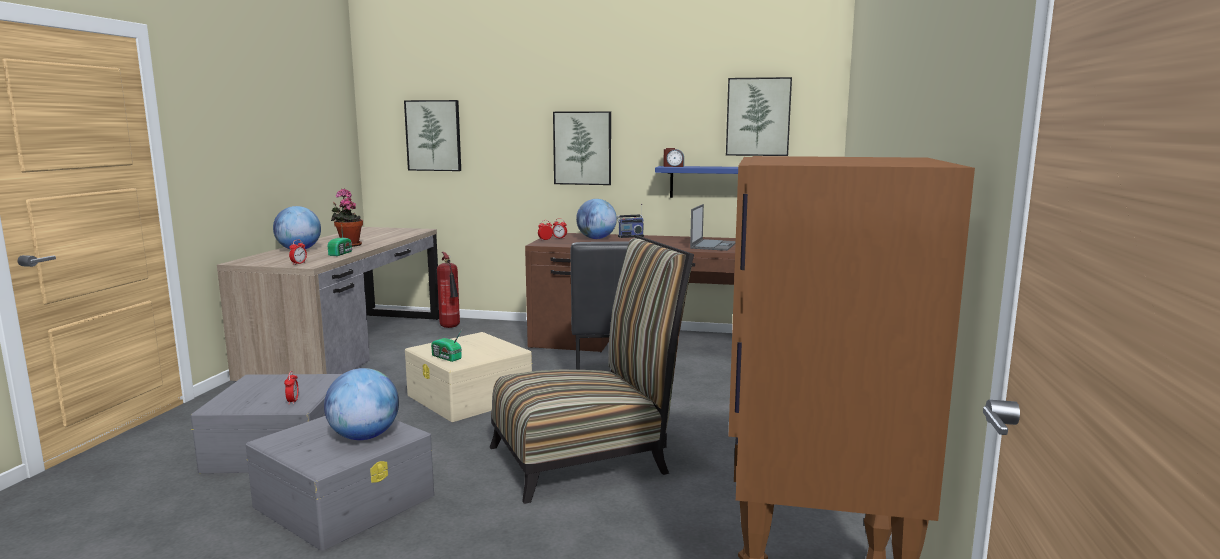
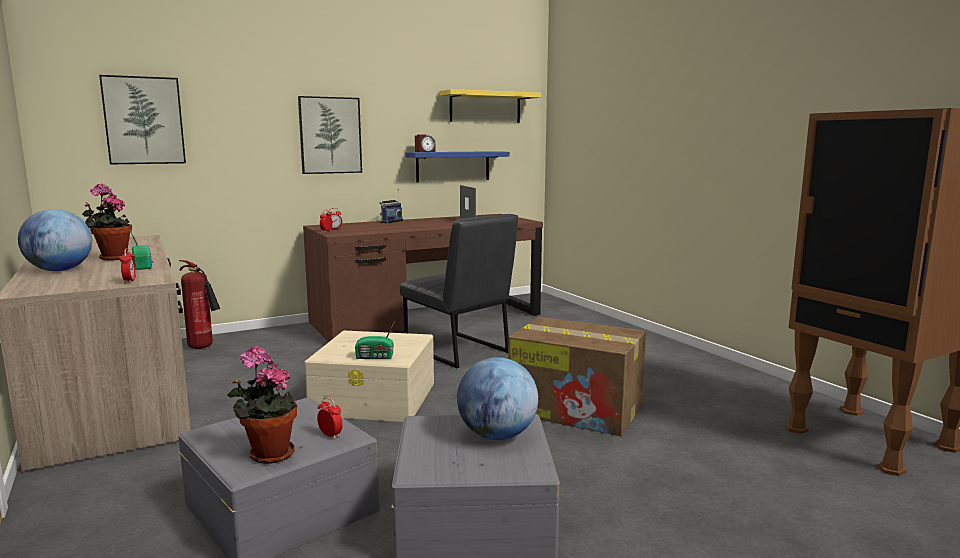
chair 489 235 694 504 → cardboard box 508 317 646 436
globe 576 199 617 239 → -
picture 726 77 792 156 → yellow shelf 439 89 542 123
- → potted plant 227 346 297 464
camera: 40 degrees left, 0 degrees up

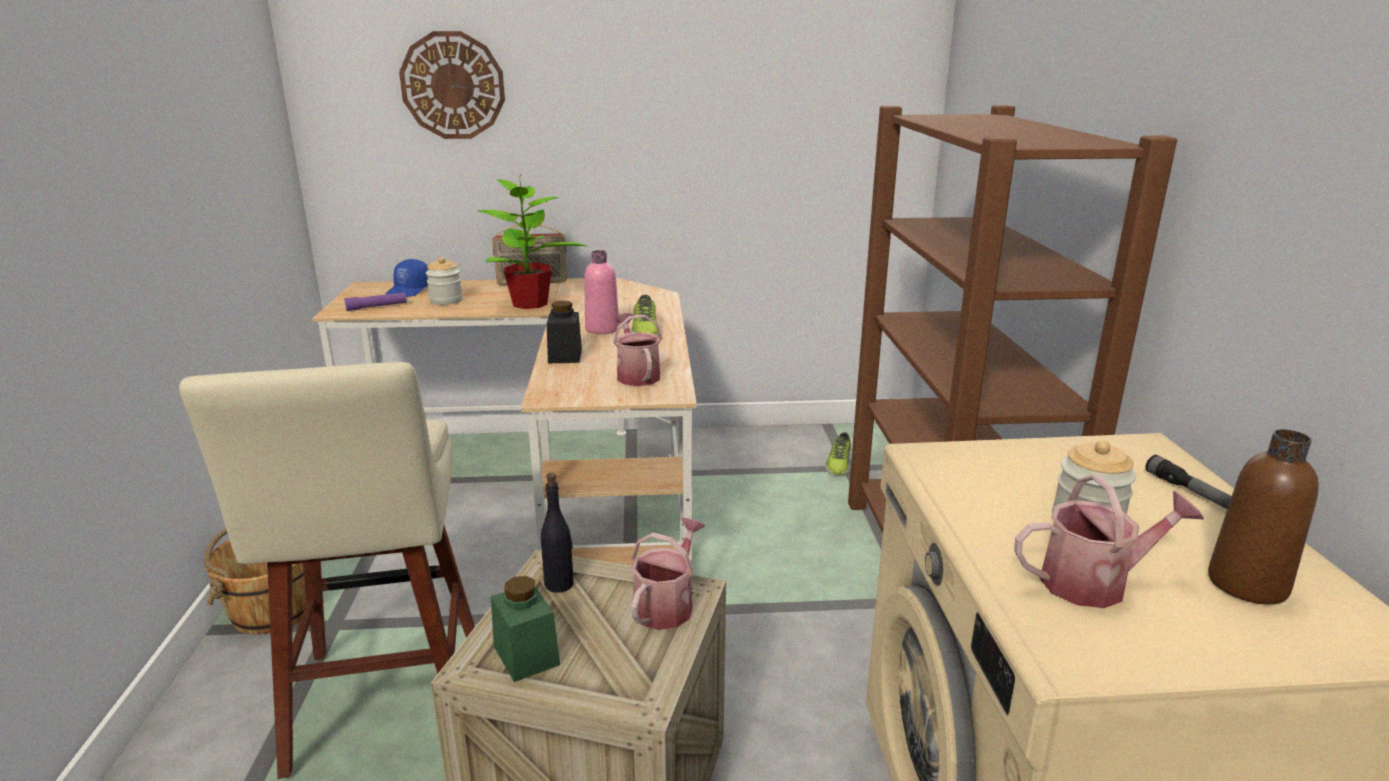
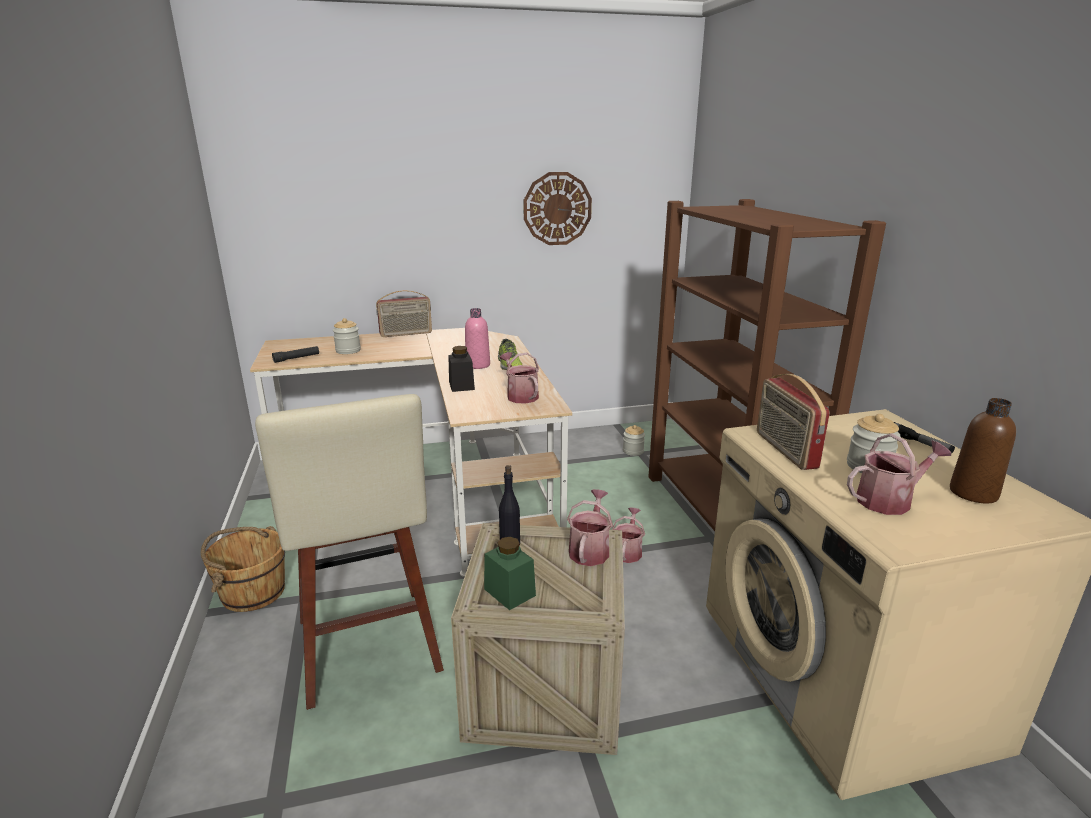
purple flashlight 344 292 407 311 → black flashlight 272 346 319 363
blue cap 385 259 428 297 → -
wall clock 399 31 505 139 → wall clock 523 172 592 245, relocated
potted plant 478 179 587 309 → -
shoe 825 432 851 475 → jar 623 425 645 456
- → watering can 612 507 645 563
- → radio 757 374 830 470
camera: 10 degrees left, 0 degrees up

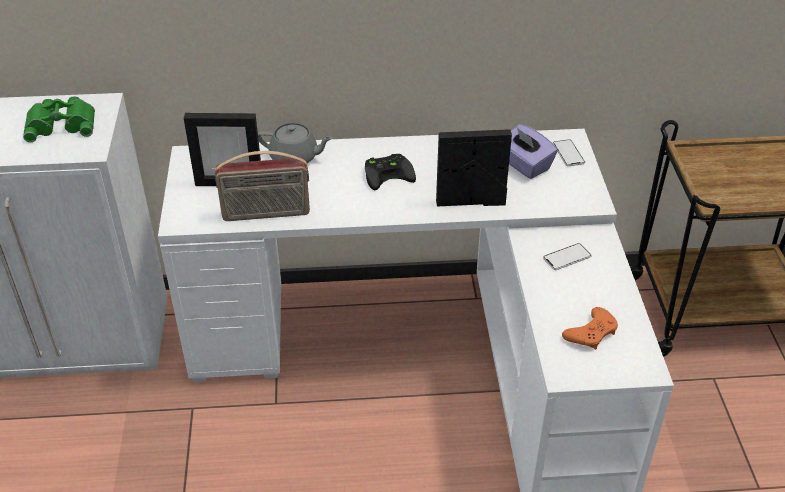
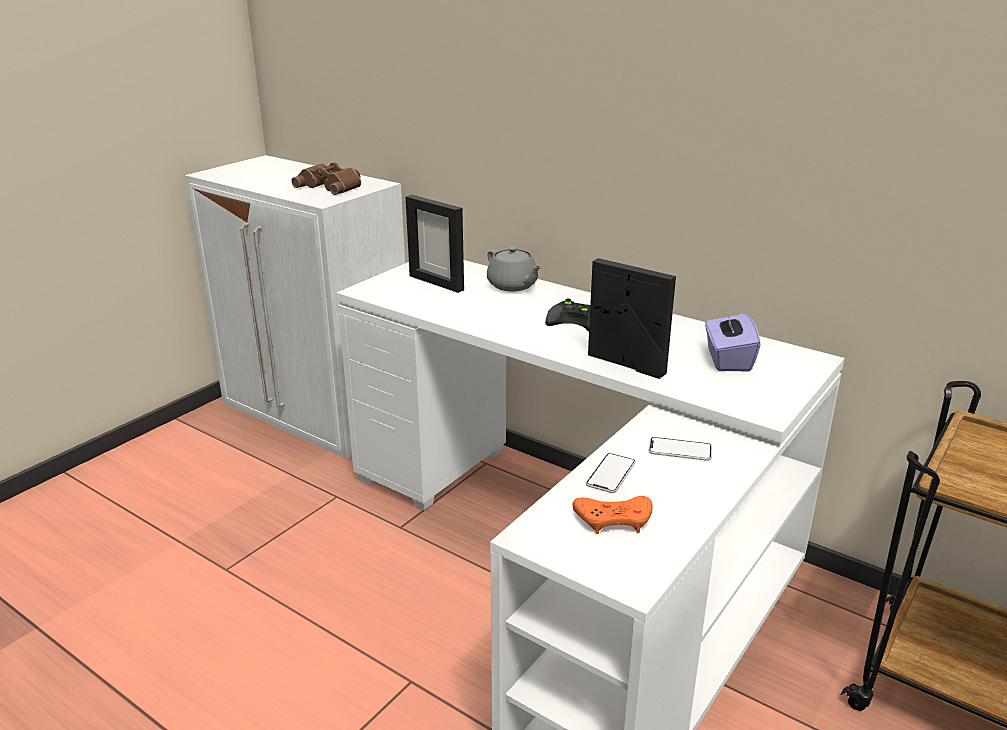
green binoculars 23 96 95 142 → brown binoculars 291 162 361 195
radio 215 151 310 221 → -
phone 553 139 585 166 → phone 586 453 636 493, relocated
camera: 40 degrees right, 15 degrees down

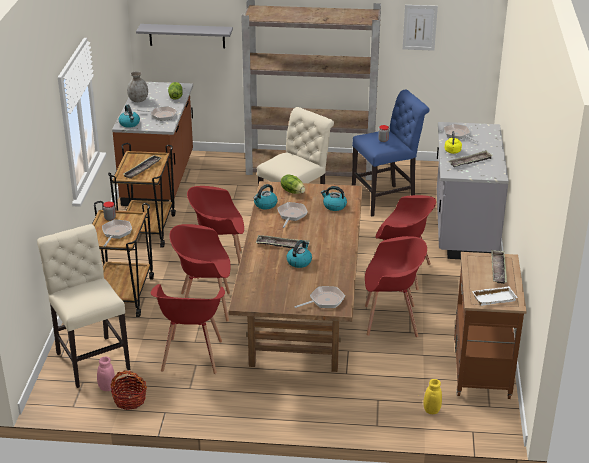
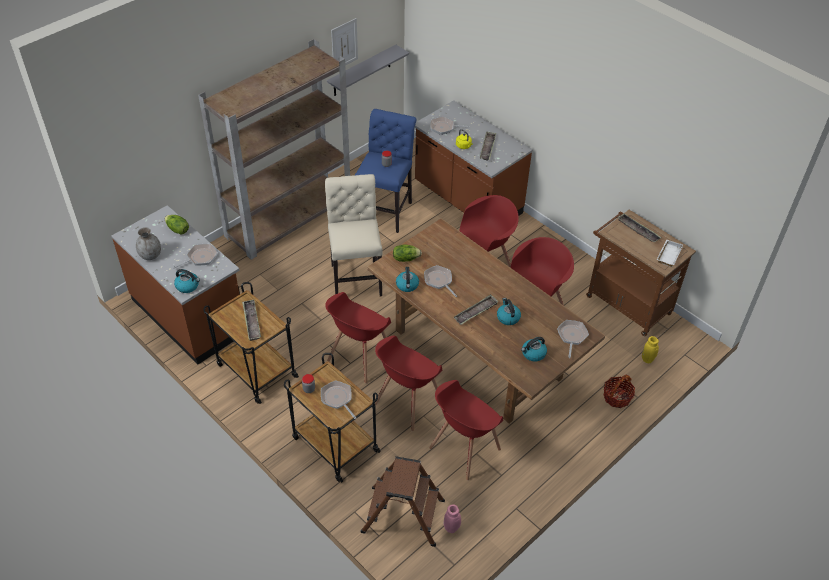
beige stool 37 224 131 388 → brown step ladder 360 456 445 547
basket 111 370 147 410 → basket 604 375 635 408, relocated
grey shelf 136 24 233 48 → grey shelf 327 45 409 96, relocated
red chair 151 284 225 374 → red chair 429 380 503 480, 90 degrees clockwise
kettle 321 186 347 211 → kettle 521 337 547 362, relocated
grey counter 437 122 509 259 → brown counter 415 100 533 216
camera: 50 degrees left, 15 degrees up

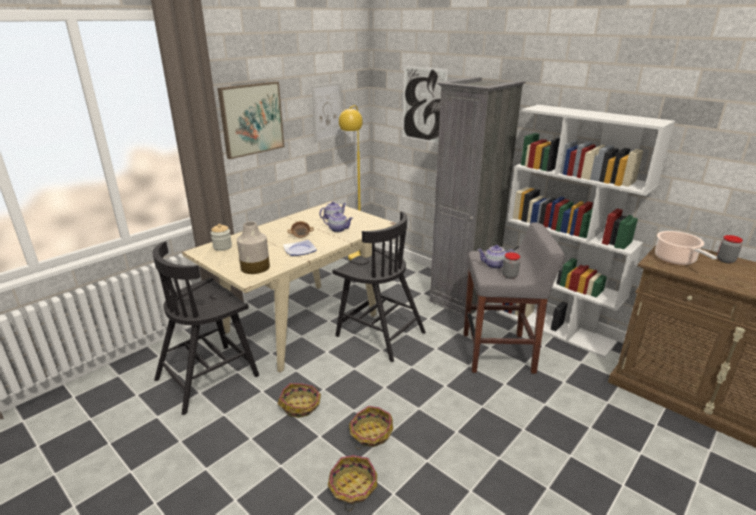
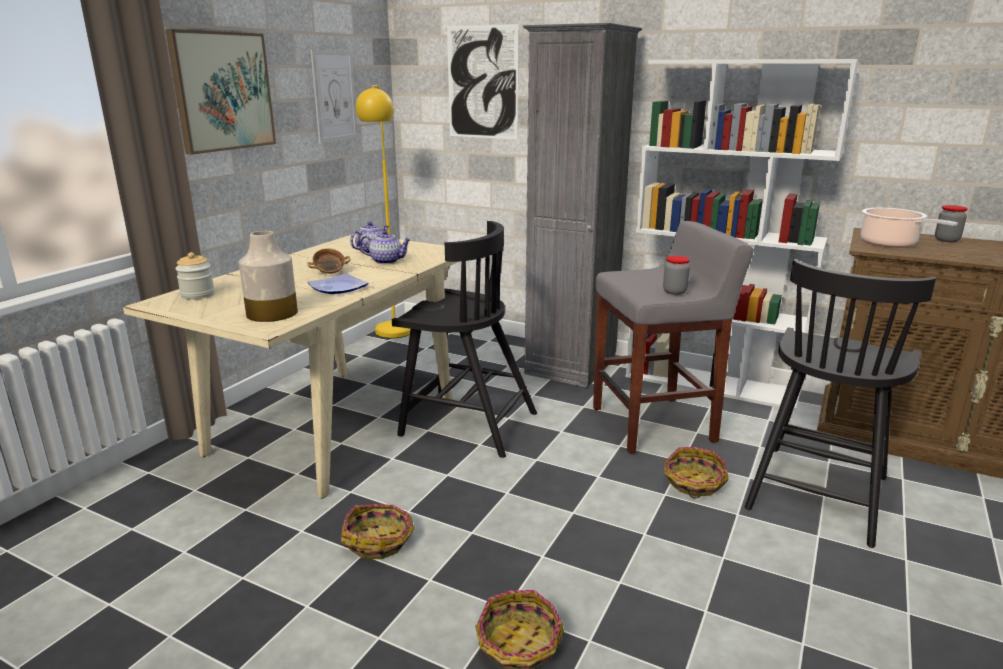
black chair 153 241 259 415 → black chair 745 259 936 548, relocated
basket 349 406 393 449 → basket 664 447 729 499, relocated
teapot 477 245 515 269 → -
camera: 15 degrees left, 5 degrees down

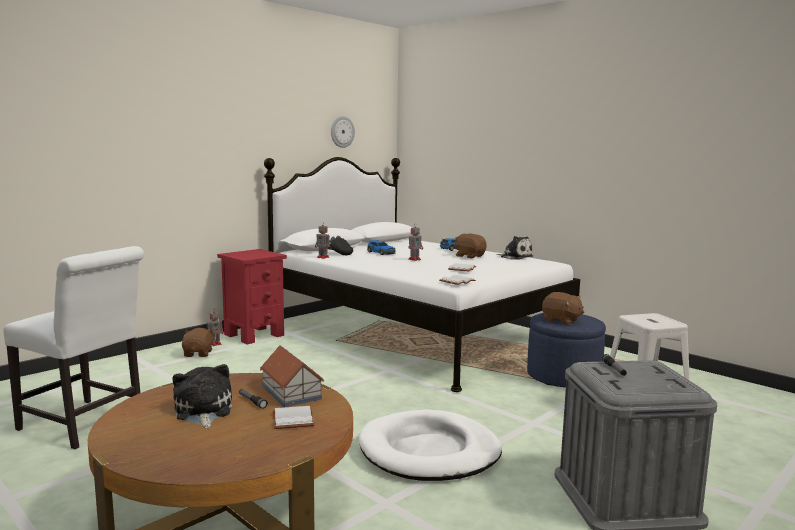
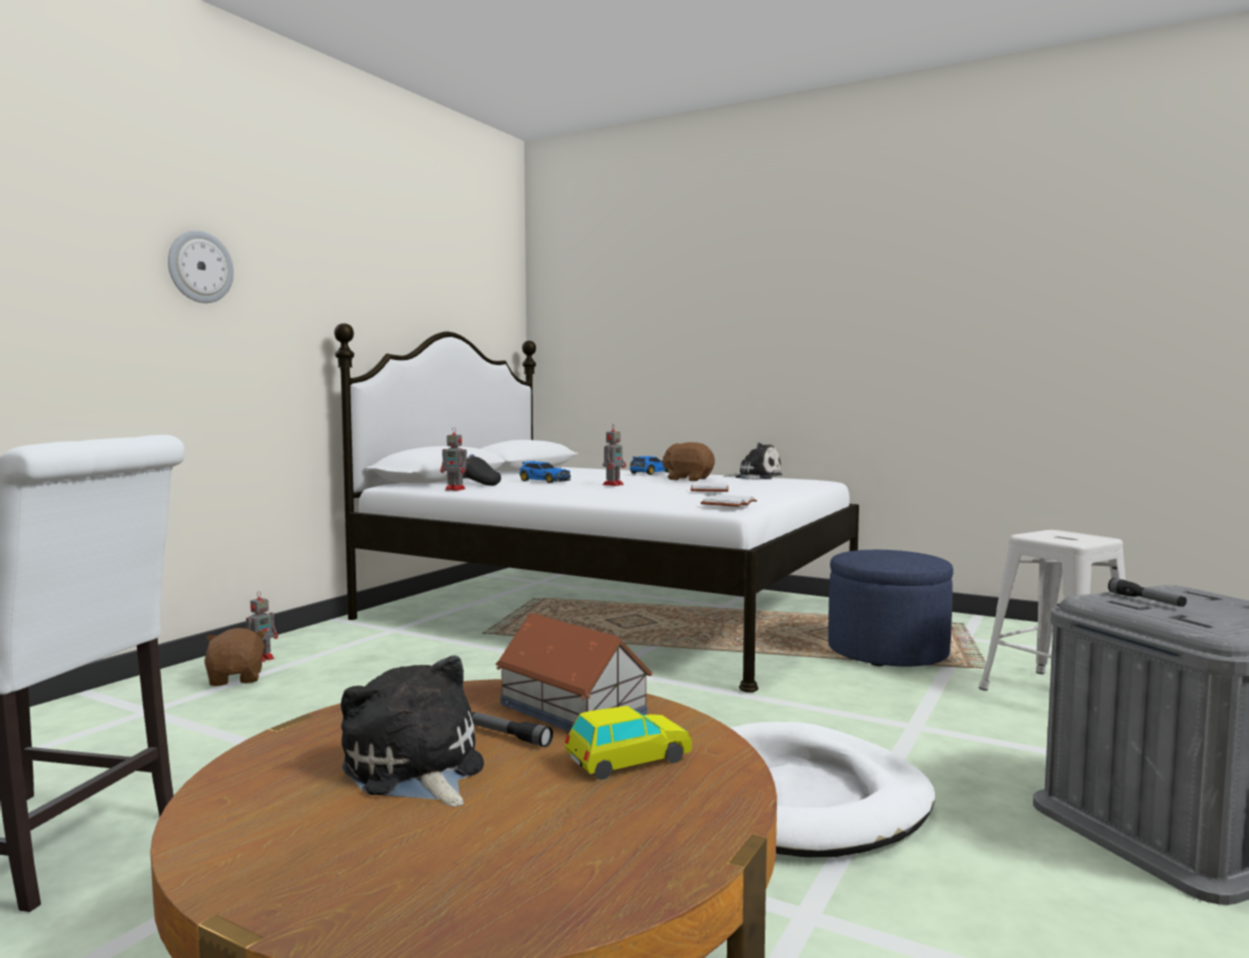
red nightstand 217 249 287 345 → -
white book 273 406 314 429 → toy car 565 706 692 780
wall clock 331 116 355 148 → wall clock 168 230 234 303, relocated
brown plush toy 542 292 584 325 → -
camera: 15 degrees left, 5 degrees down

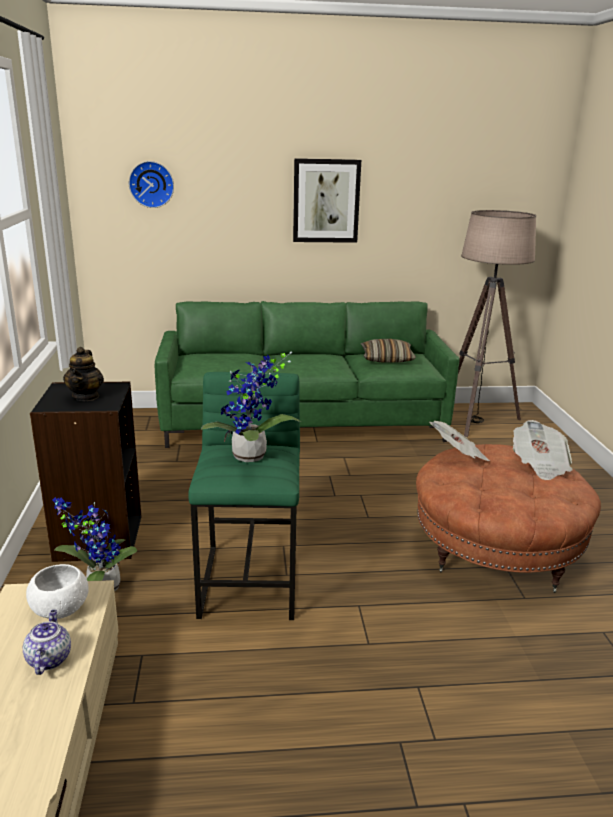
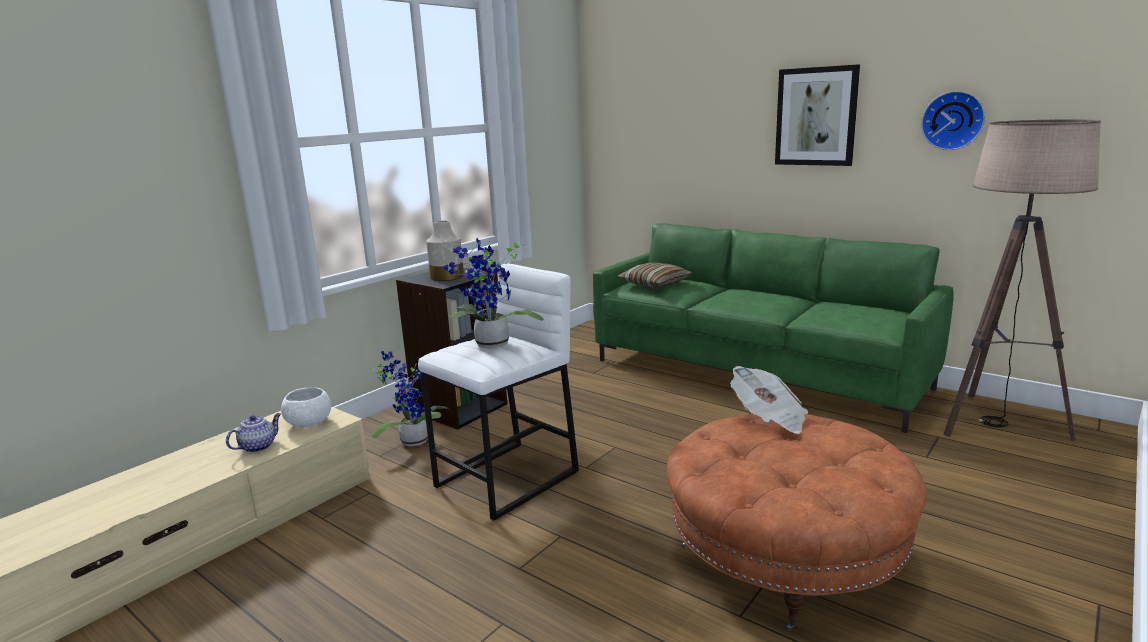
teapot 63 347 104 401 → beige vase 426 220 464 281
wall clock 129 161 174 208 → wall clock 921 91 985 150, relocated
green stool 188 372 300 620 → white stool 418 264 579 521
pillow 361 339 416 363 → pillow 618 263 693 287, relocated
newspaper 513 420 573 480 → -
camera: 45 degrees right, 5 degrees down

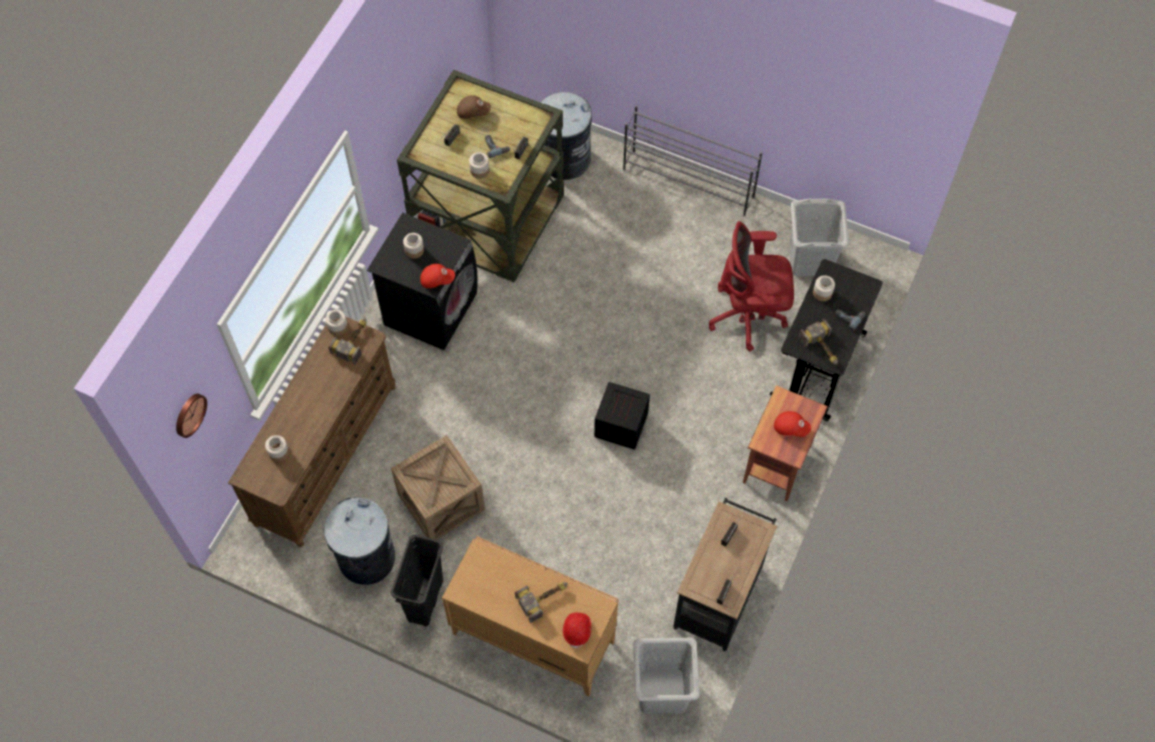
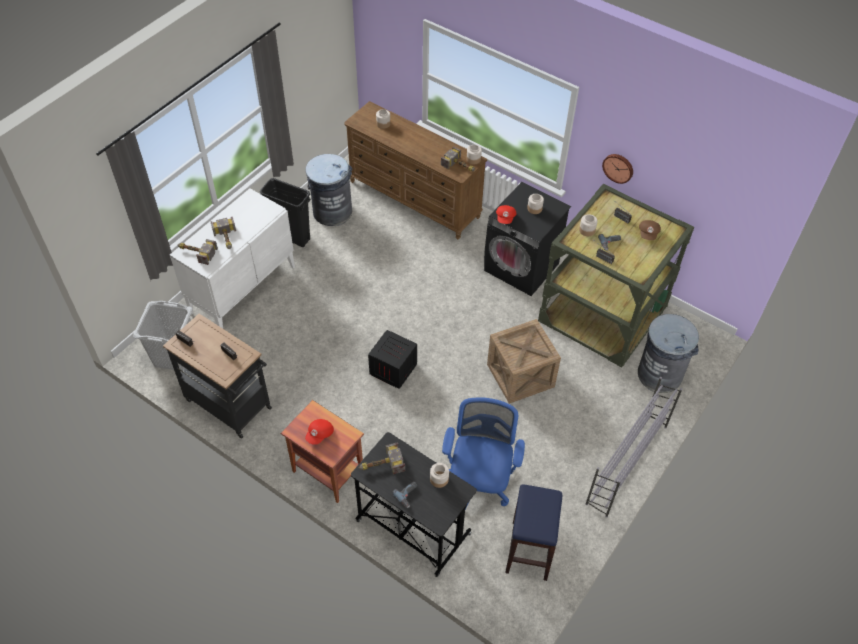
wall clock 176 394 207 438 → wall clock 602 154 633 184, relocated
crate 391 435 485 540 → crate 487 319 561 404, relocated
brown cabinet 442 536 618 697 → white cabinet 170 188 295 329
red hard hat 563 613 591 649 → hammer 178 239 218 265
red office chair 709 221 794 352 → blue office chair 442 397 525 510
grey laundry basket 790 199 849 276 → stool 505 484 562 581
camera: 100 degrees right, 10 degrees down

